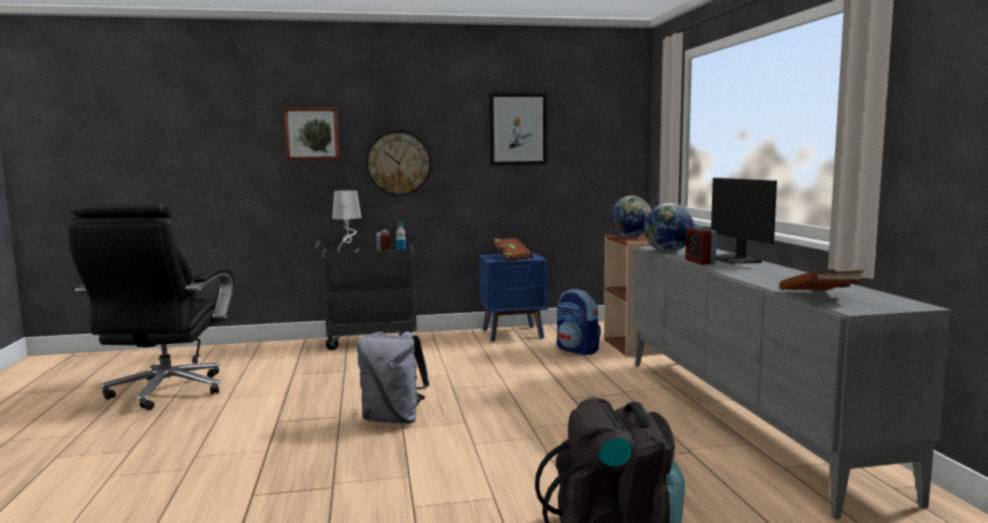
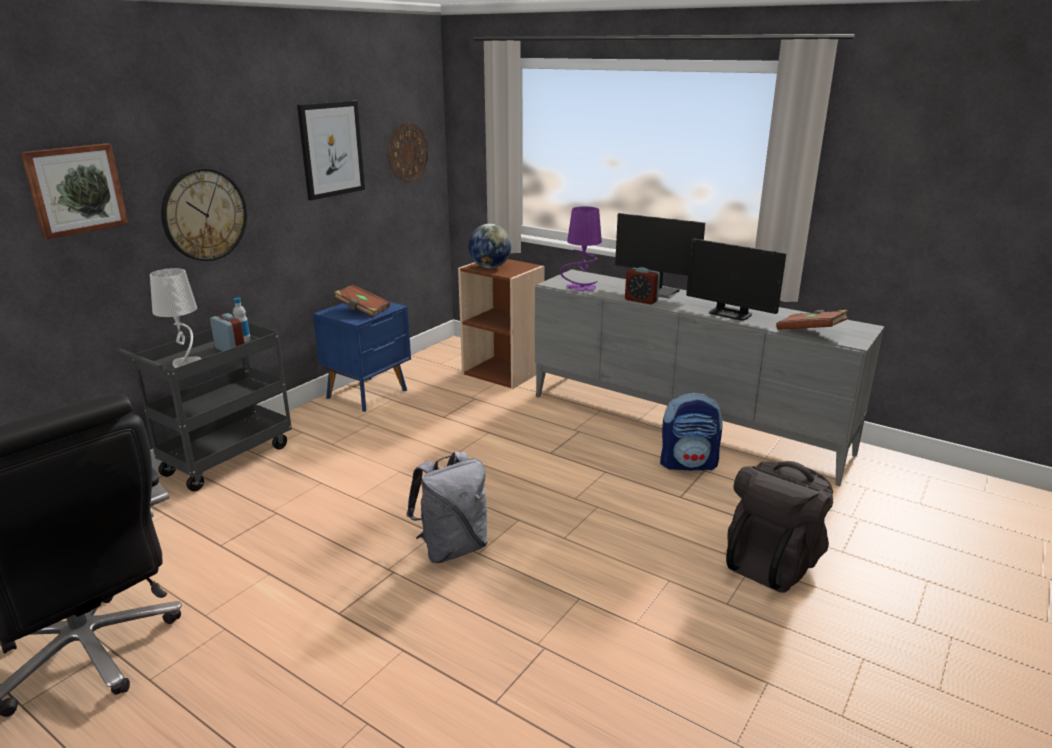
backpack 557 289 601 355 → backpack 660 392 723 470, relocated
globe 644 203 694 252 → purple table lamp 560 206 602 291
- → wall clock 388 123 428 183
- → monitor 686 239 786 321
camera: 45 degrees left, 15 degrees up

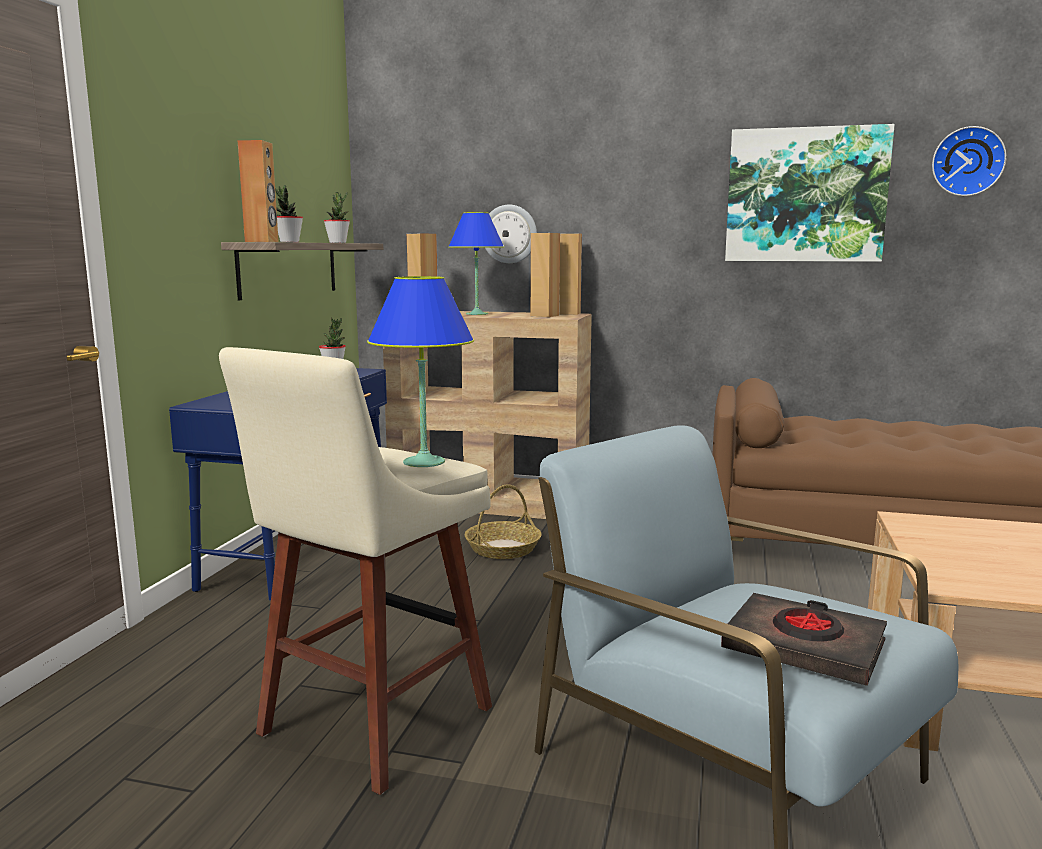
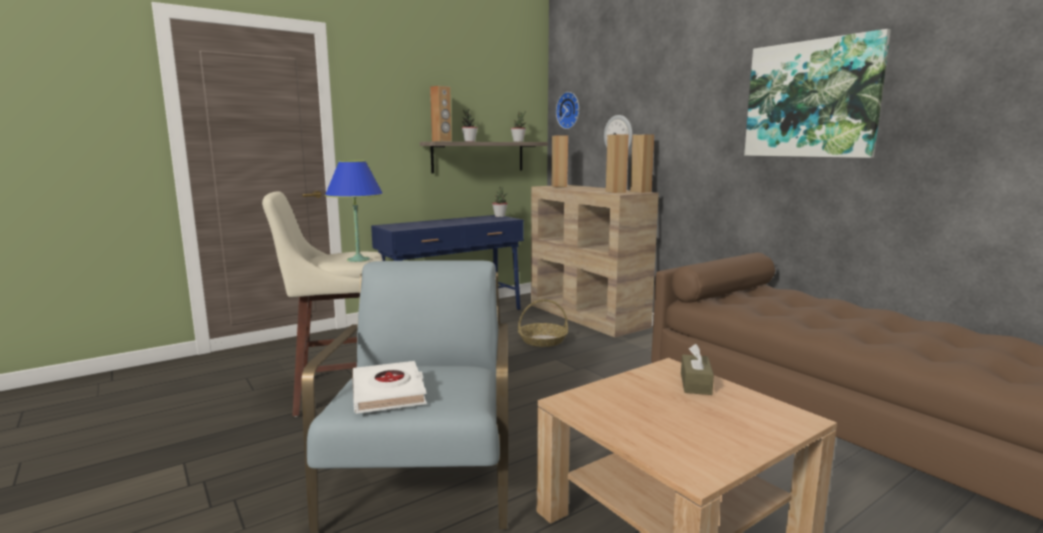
blue table lamp 448 212 504 315 → -
black book 721 593 887 686 → white book 352 361 427 414
wall clock 932 126 1007 196 → wall clock 556 92 579 129, relocated
- → brown tissue box 681 344 714 395
camera: 40 degrees right, 0 degrees up

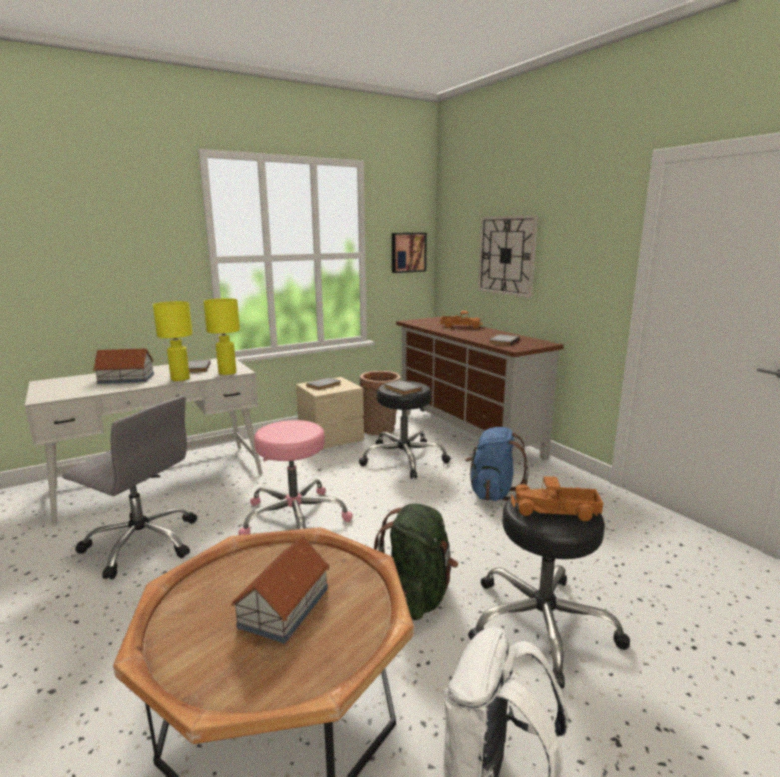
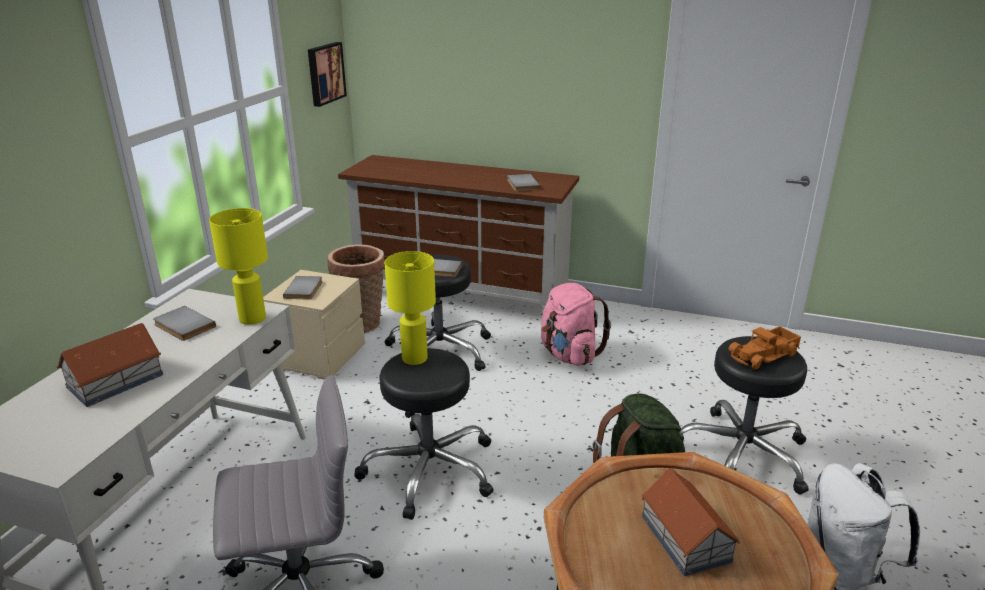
yellow table lamp 153 301 193 381 → yellow table lamp 384 251 436 365, relocated
pink stool 238 420 353 535 → black stool 354 348 494 520
toy truck 440 311 483 329 → -
blue backpack 465 427 529 501 → pink backpack 541 283 611 366
wall clock 478 215 538 298 → -
camera: 40 degrees left, 10 degrees up

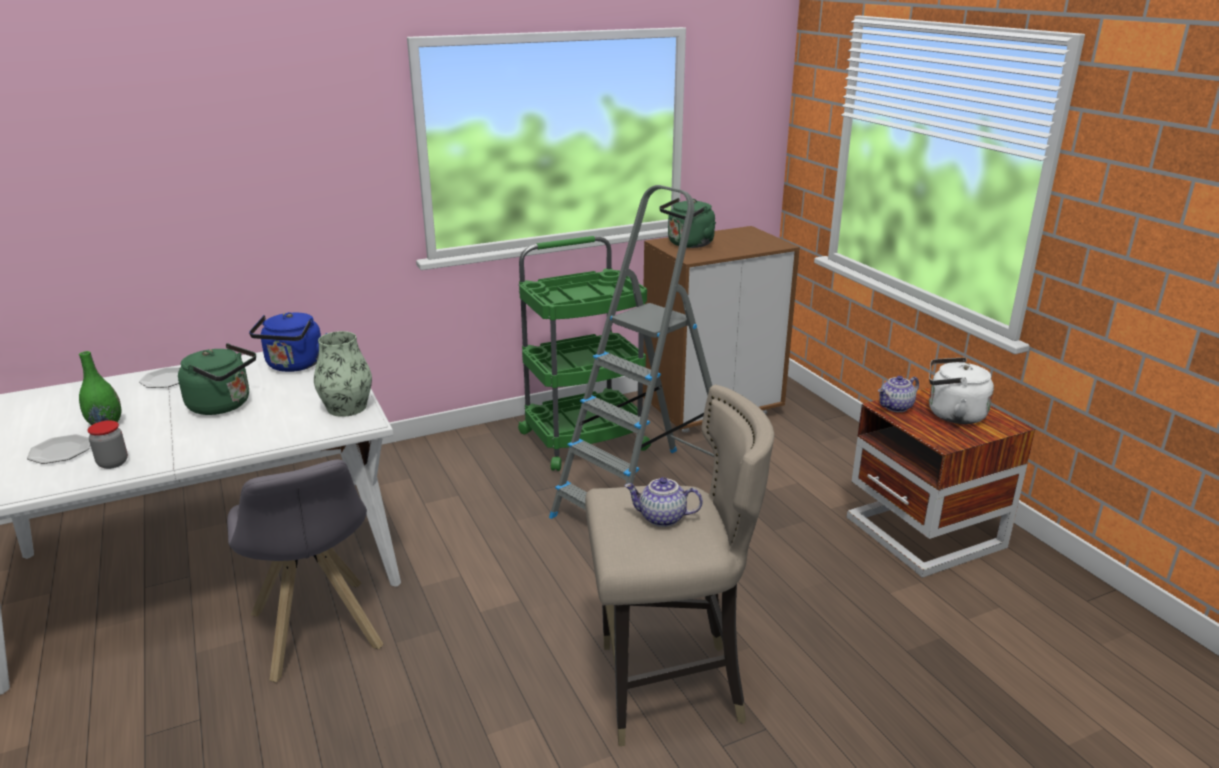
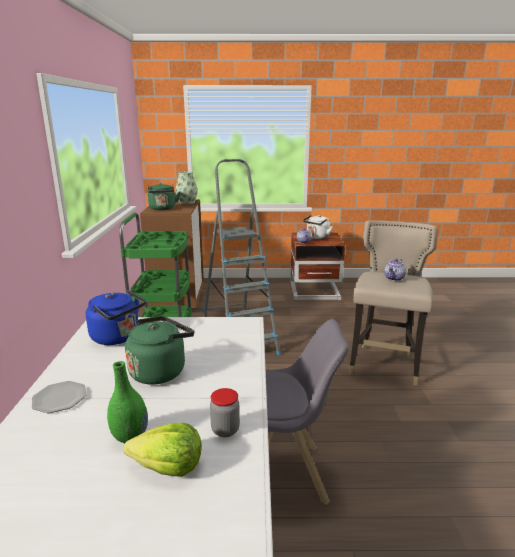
plate 27 434 90 464 → lettuce 124 423 202 477
vase 314 331 372 417 → vase 175 171 198 204, relocated
camera: 65 degrees left, 5 degrees down

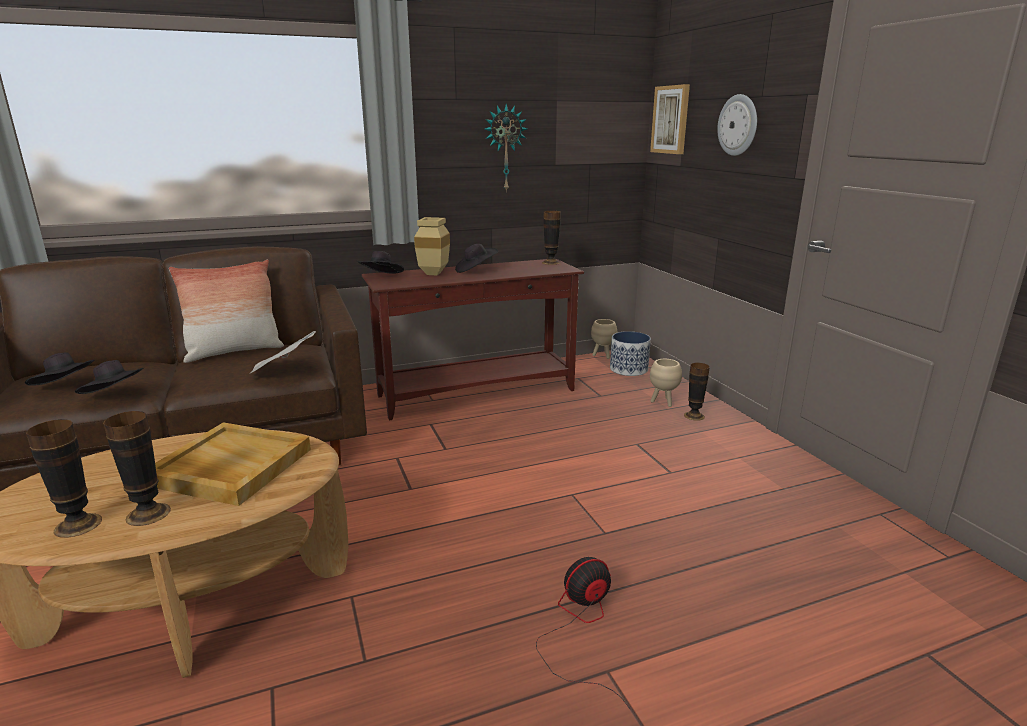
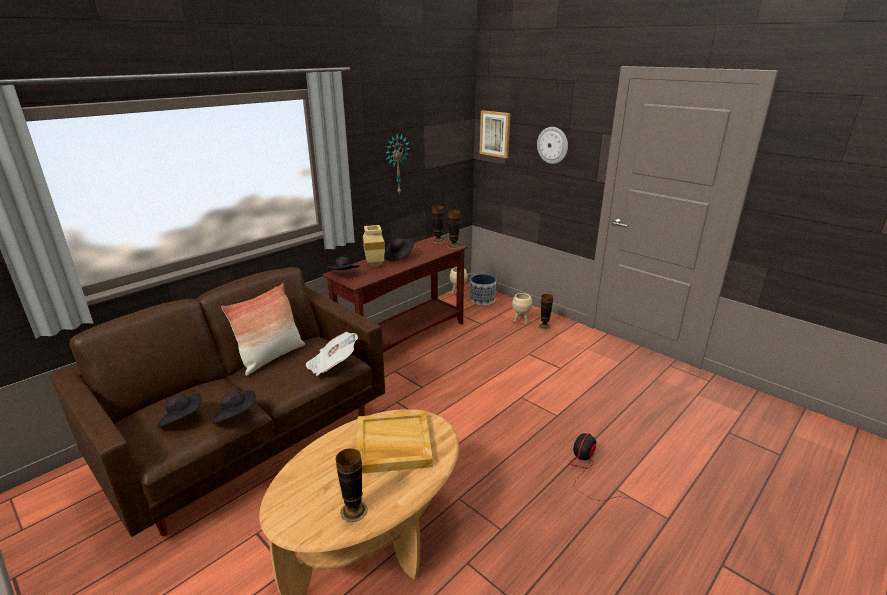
vase 103 411 171 526 → vase 447 210 461 249, relocated
camera: 25 degrees left, 5 degrees up

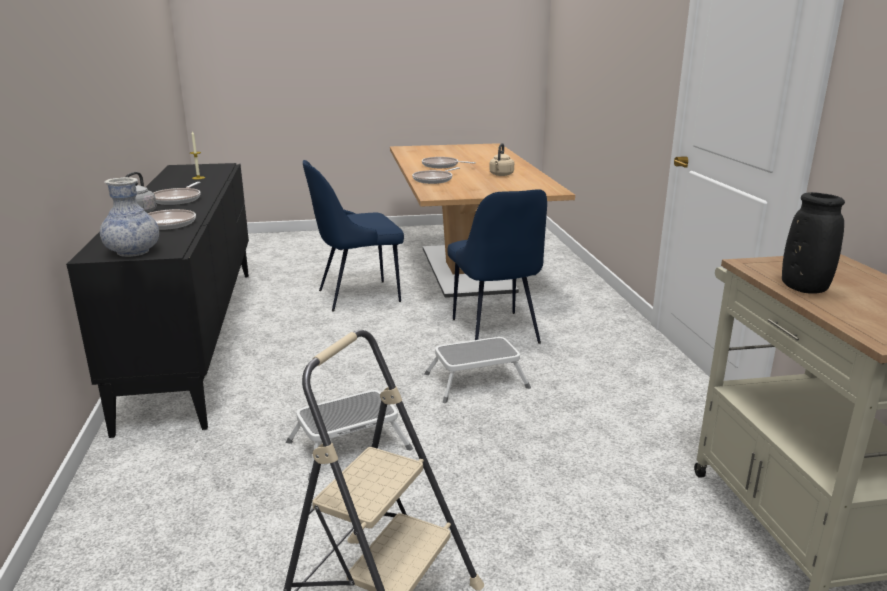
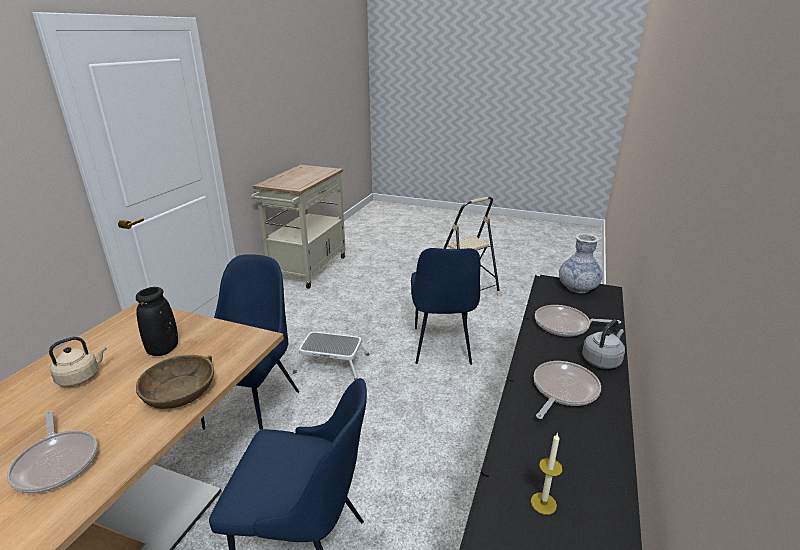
grey step ladder 286 390 413 481 → blue chair 411 248 480 365
frying pan 412 167 460 184 → brown bowl 136 355 214 409
black vase 782 192 845 294 → black vase 136 287 178 356, relocated
camera: 150 degrees left, 5 degrees up

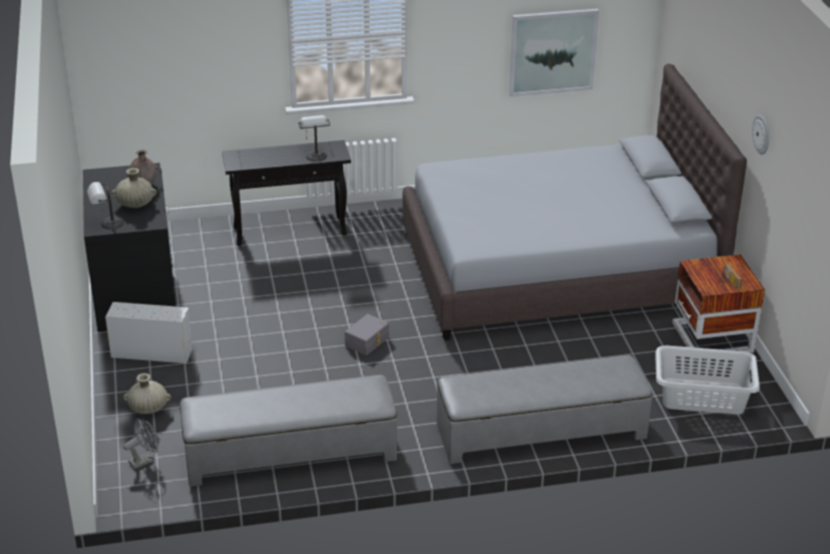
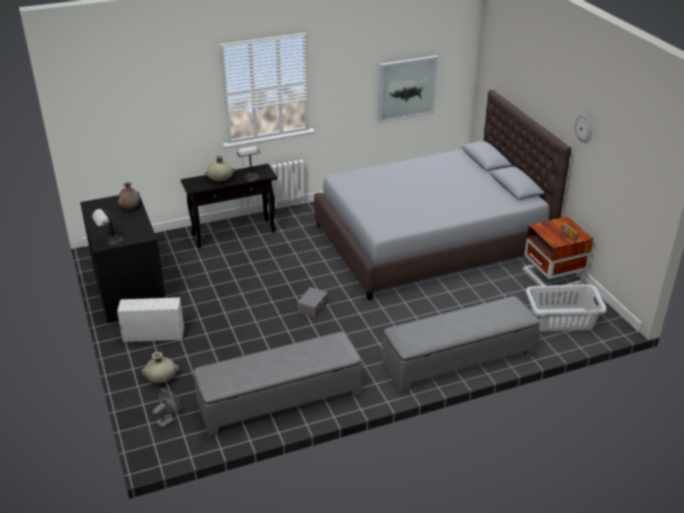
beige vase 112 168 157 208 → beige vase 204 154 235 182, relocated
camera: 10 degrees left, 0 degrees up

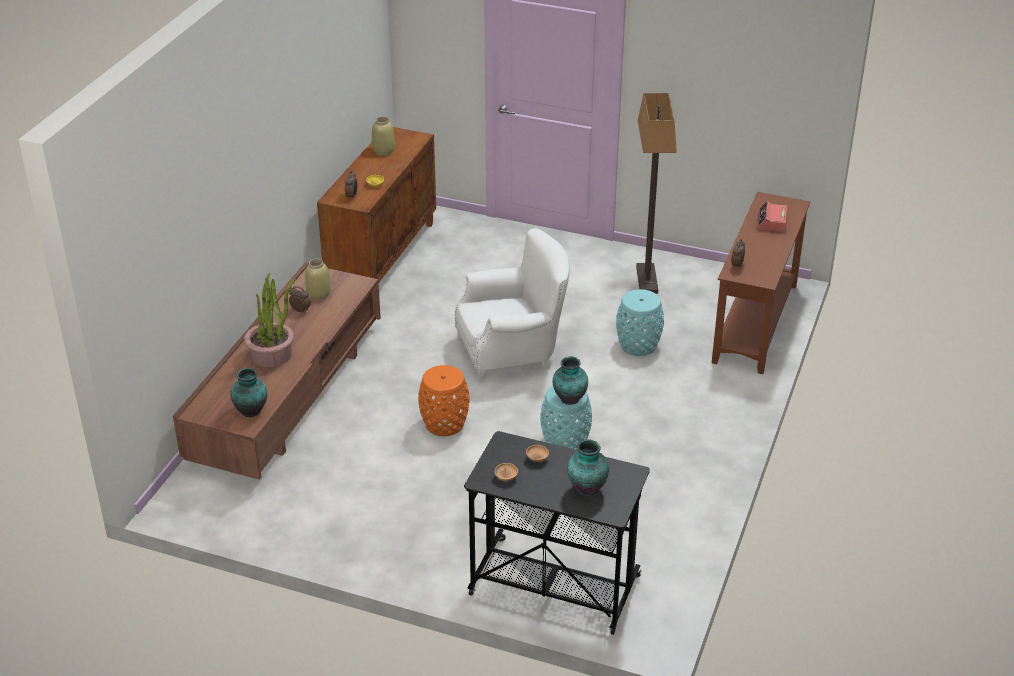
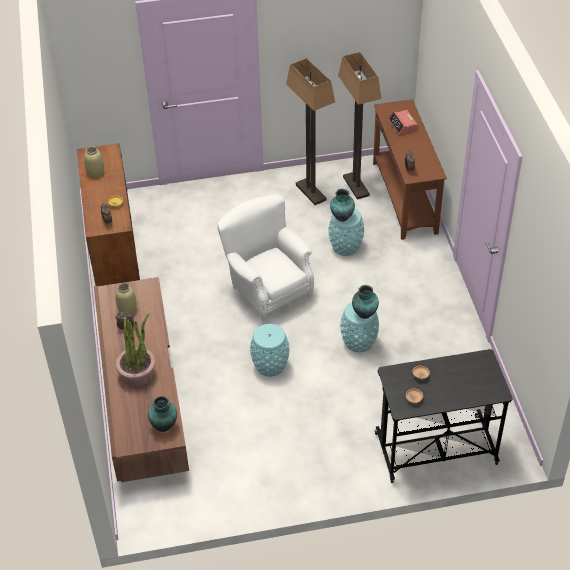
orange stool 418 365 470 436 → turquoise stool 250 324 290 377
white armchair 455 228 569 382 → white armchair 217 195 314 321, 75 degrees counterclockwise
vase 567 439 609 496 → vase 330 189 355 222, relocated
- → floor lamp 338 52 382 199
camera: 30 degrees left, 10 degrees up

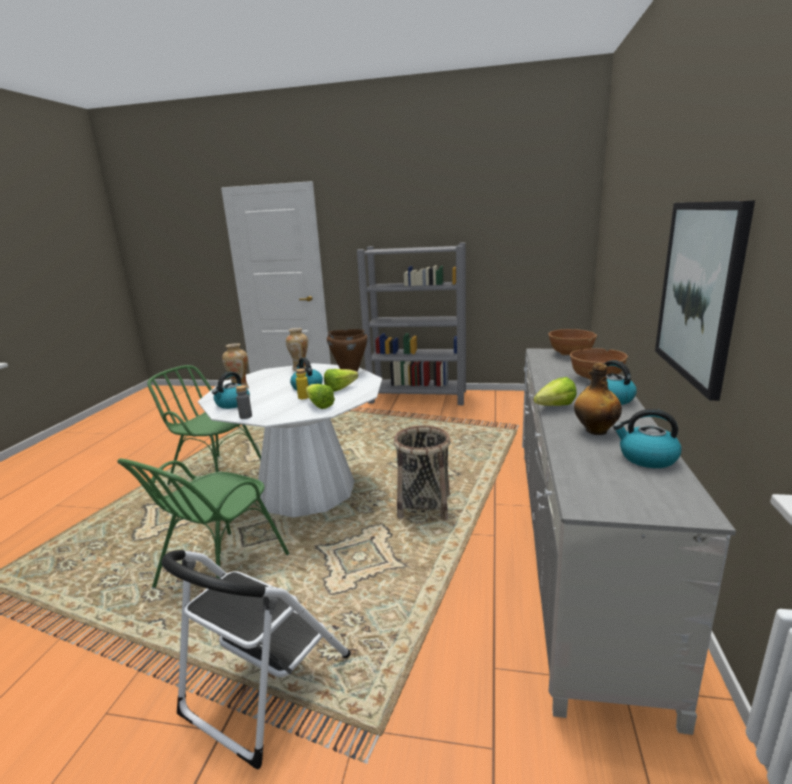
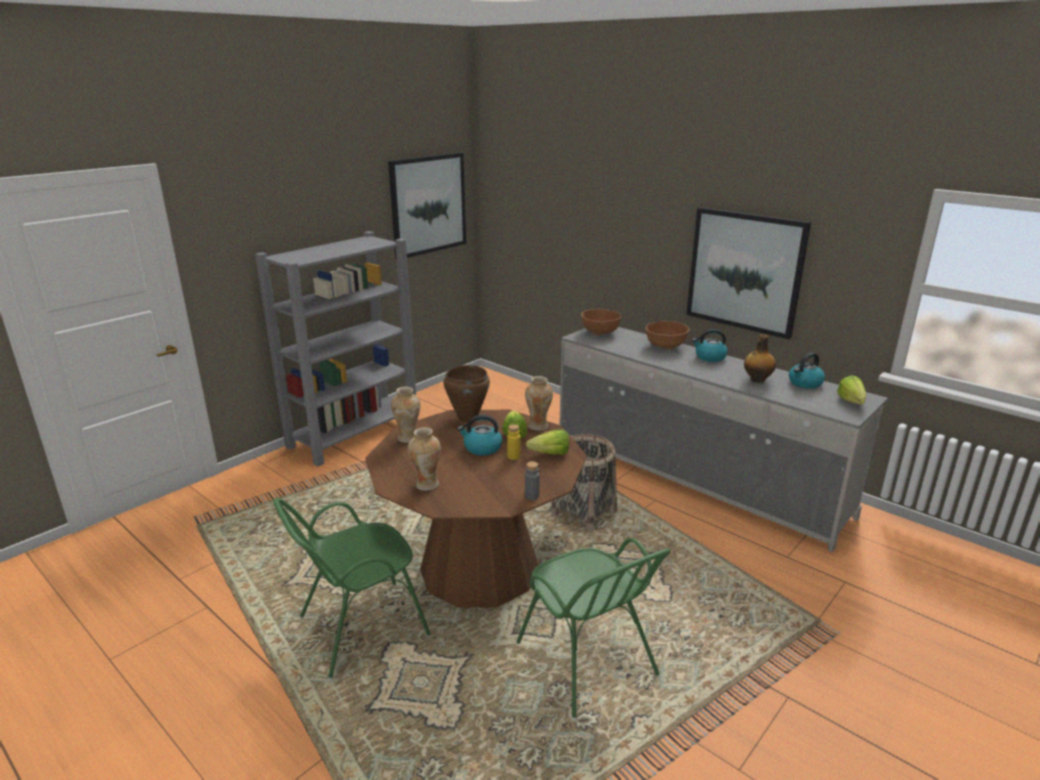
step ladder 162 550 350 769 → -
white dining table 198 363 382 517 → brown dining table 365 410 587 608
kettle 212 372 250 409 → -
lettuce 534 377 577 406 → lettuce 837 375 866 404, relocated
- → picture 388 153 466 260
- → vase 525 376 553 431
camera: 60 degrees left, 5 degrees up

